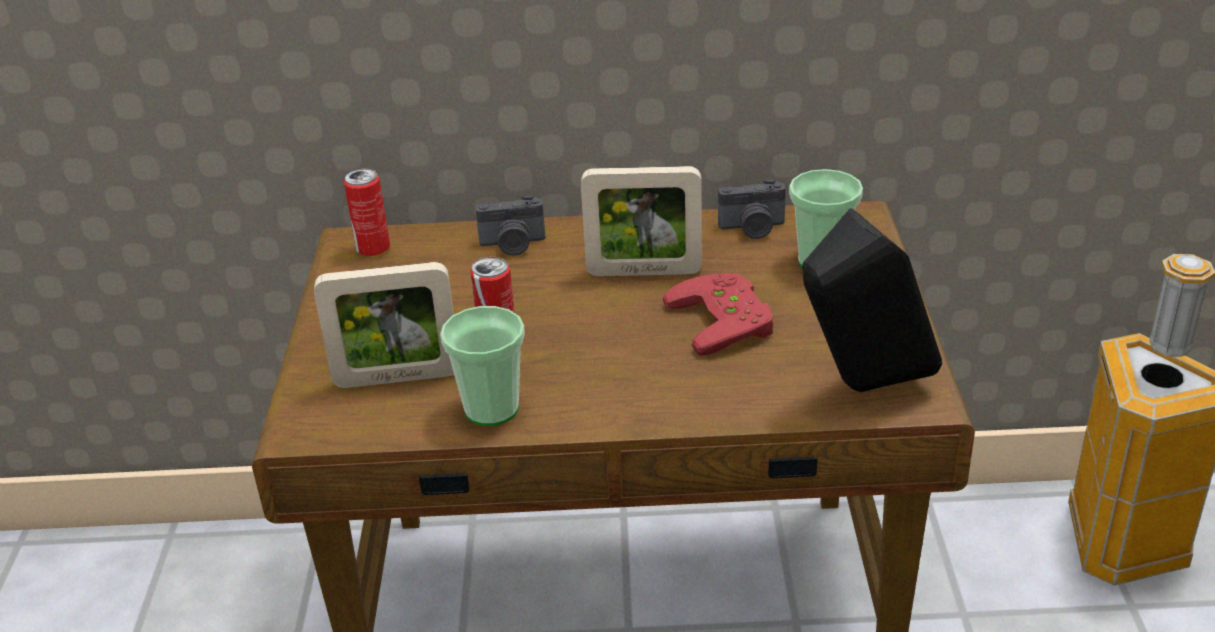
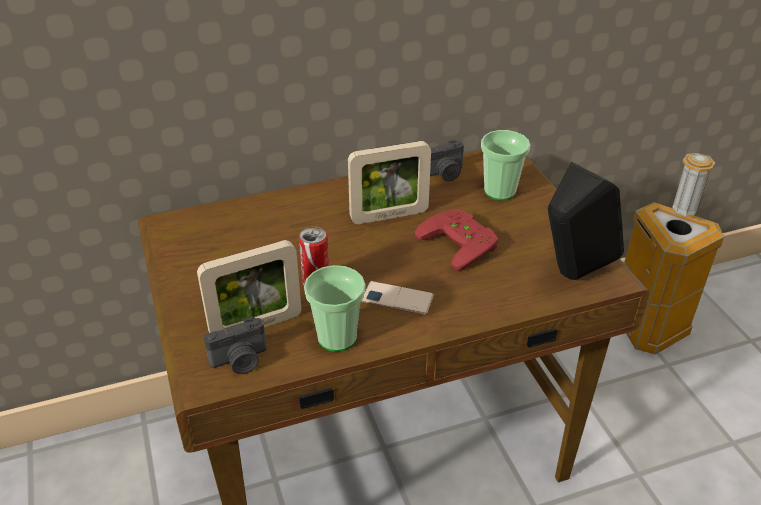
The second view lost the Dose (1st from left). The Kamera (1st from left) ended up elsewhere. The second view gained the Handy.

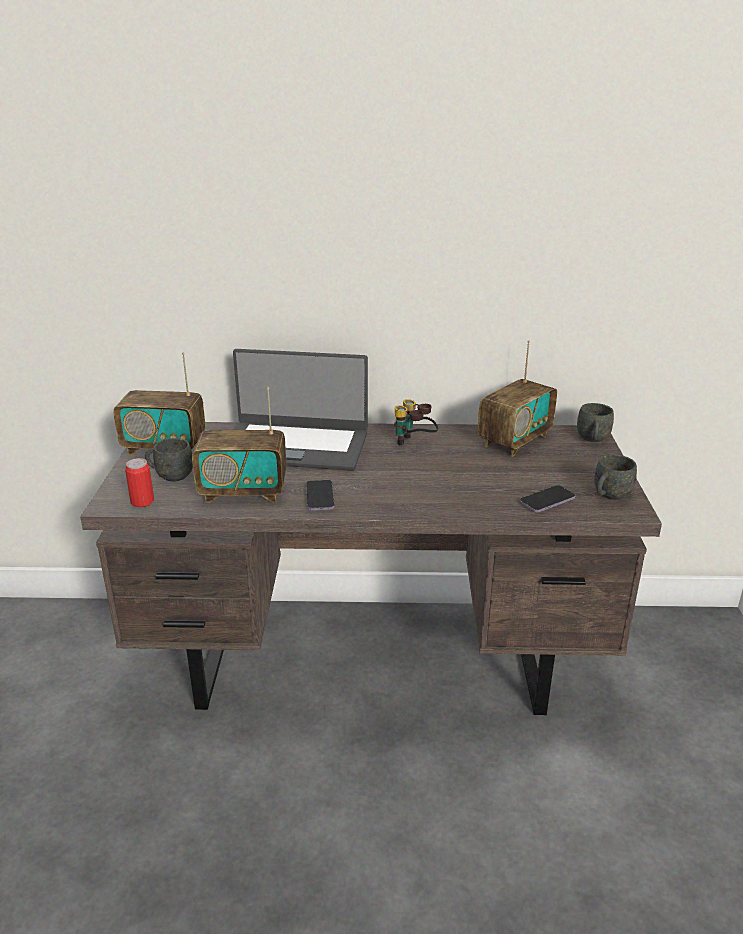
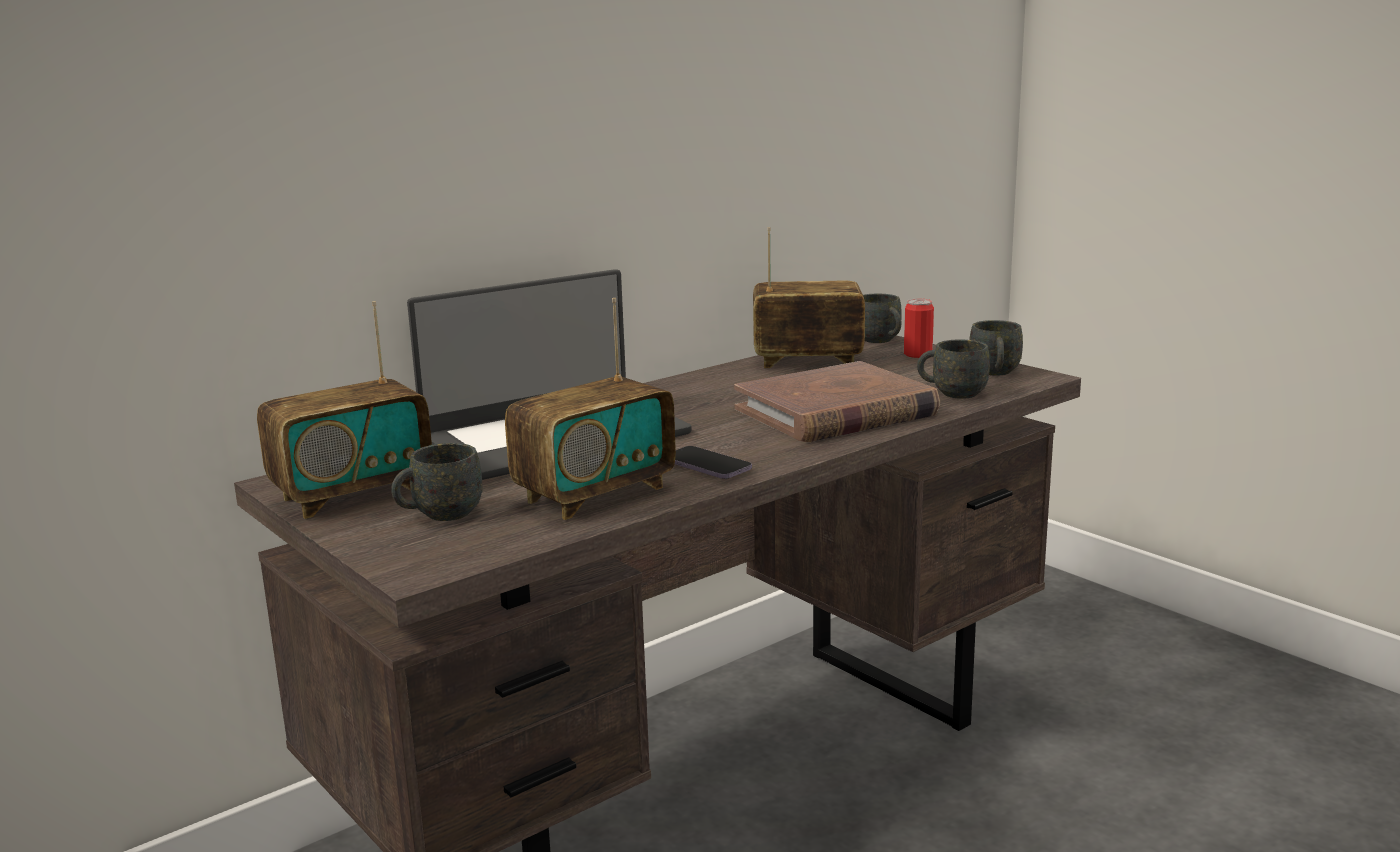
The Radio (3rd from left) ended up facing another way, 90 degrees counterclockwise from before. The second view lost the Fernglas. The Dose ended up elsewhere. Where the Handy (2nd from left) stood, the Henkelbecher/grau (3rd from left) came to stand. The second view gained the Buch/braun.

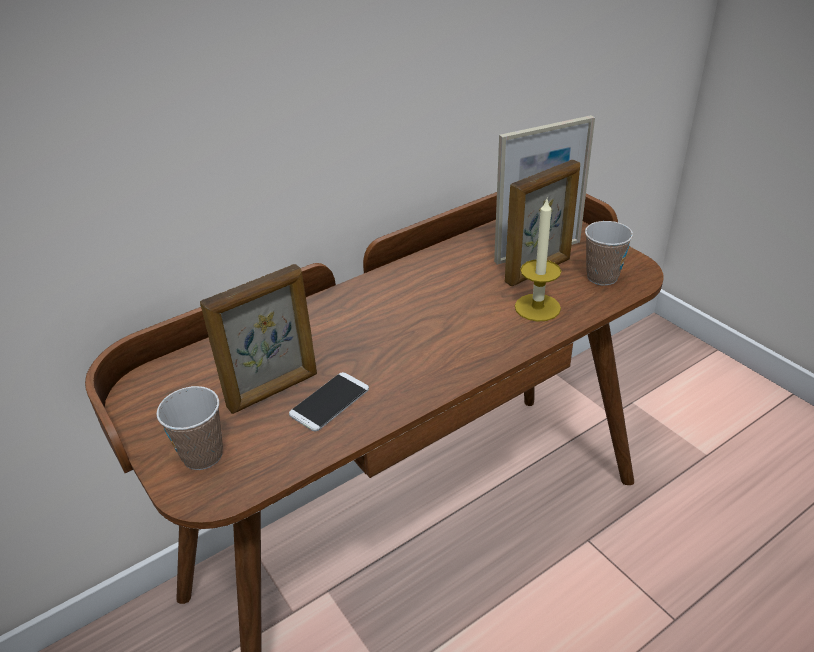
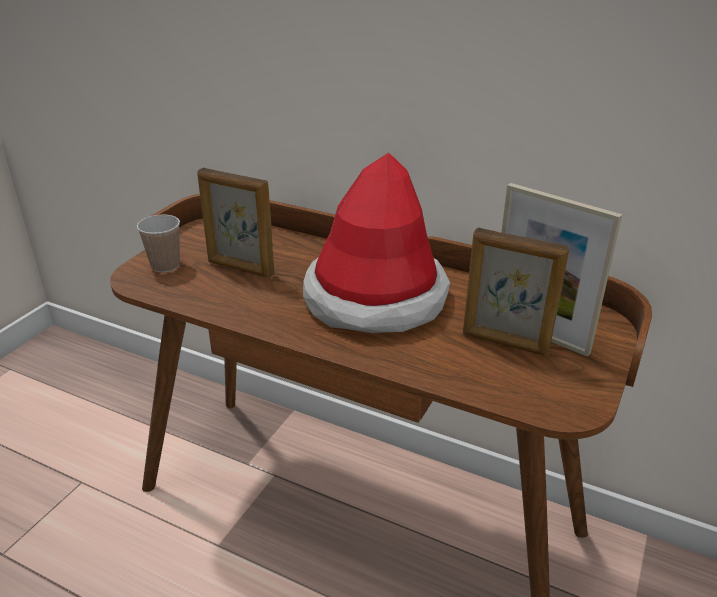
The second view lost the Kerze. The second view lost the Tasse (2nd from left). The second view lost the Handy. The second view gained the Hut.

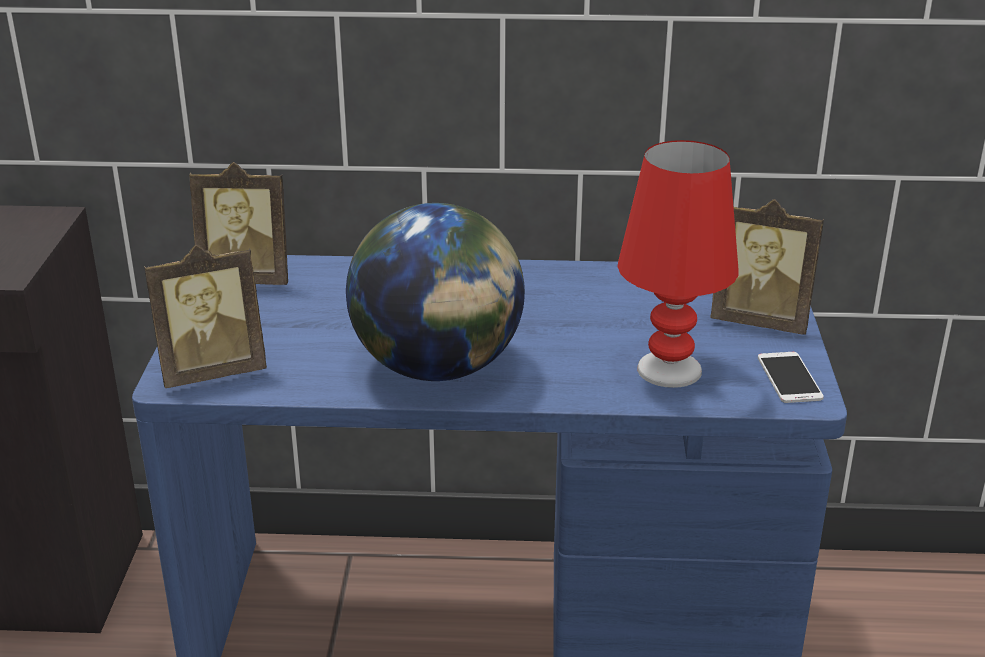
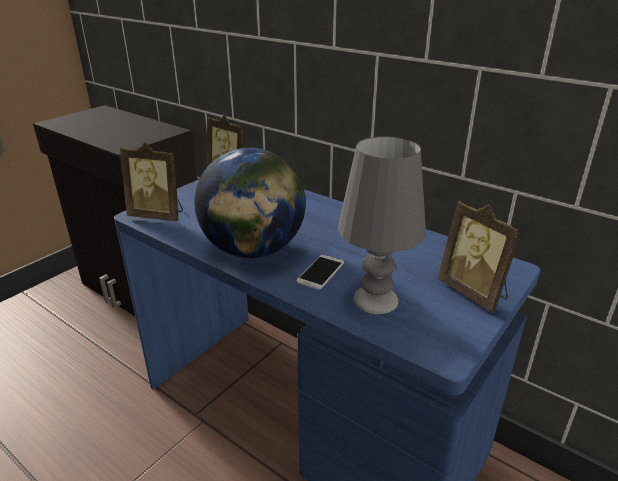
What was the Tischlampe/rot turned into the Tischlampe/grau. The Handy ended up elsewhere.

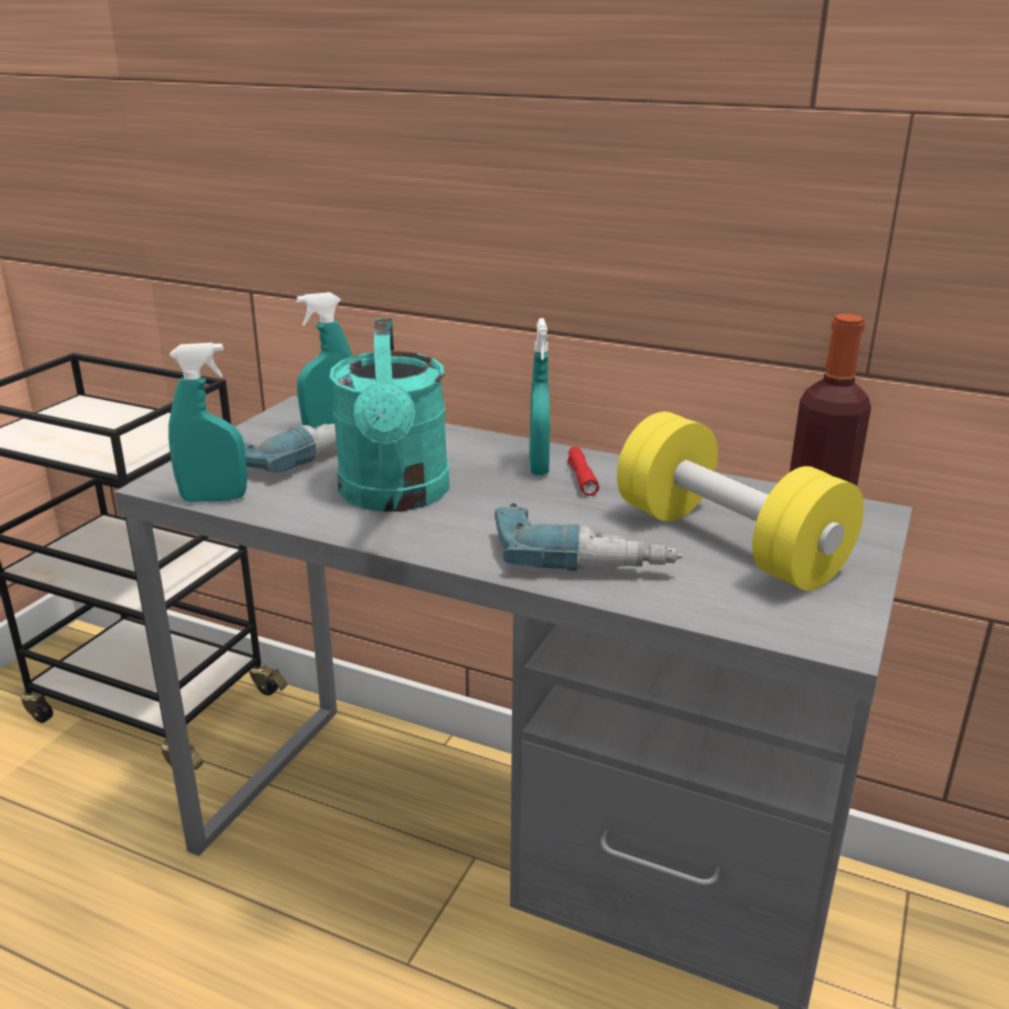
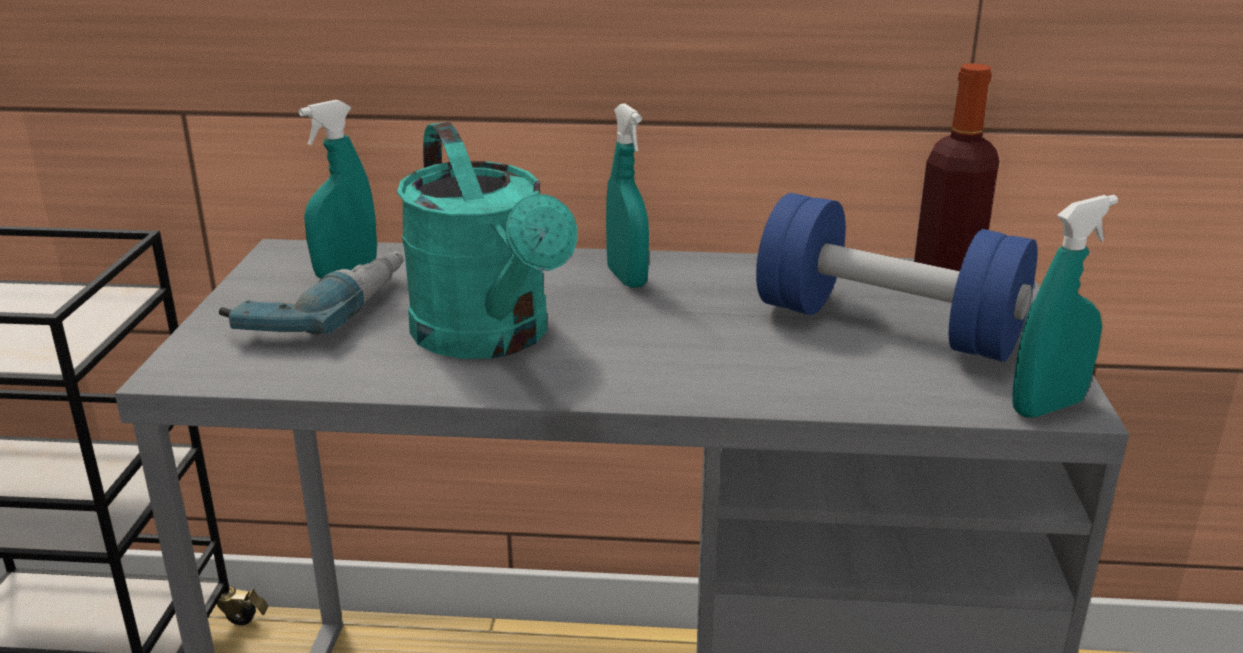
The Sprühflasche/türkis (1st from left in the first image) ended up elsewhere. What was the Hantel/gelb turned into the Hantel/blau. The second view lost the Taschenlampe/rot. The second view lost the Bohrmaschine (2nd from left).

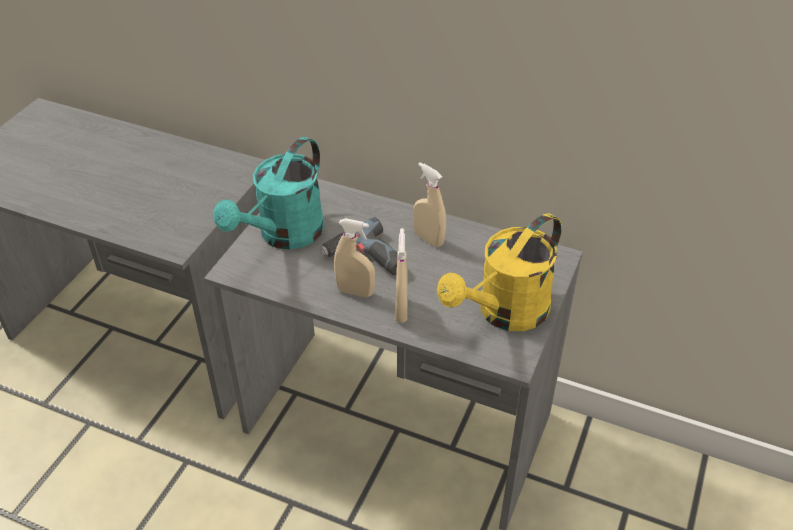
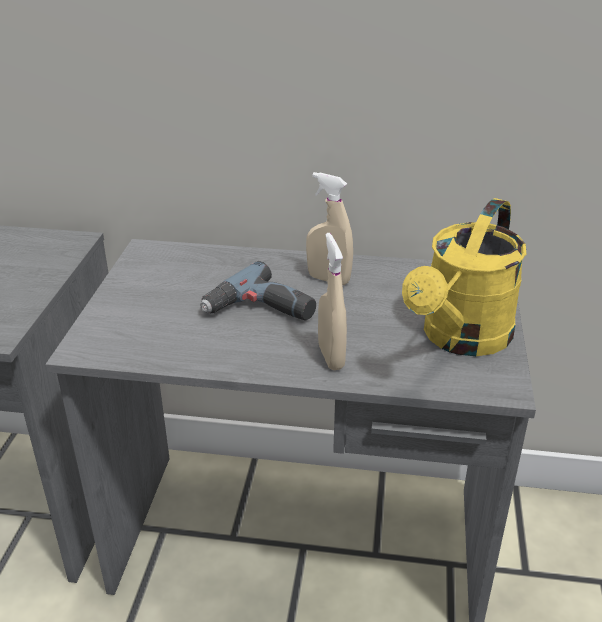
The second view lost the Gießkanne/türkis. The second view lost the Sprühflasche/beige (1st from left).

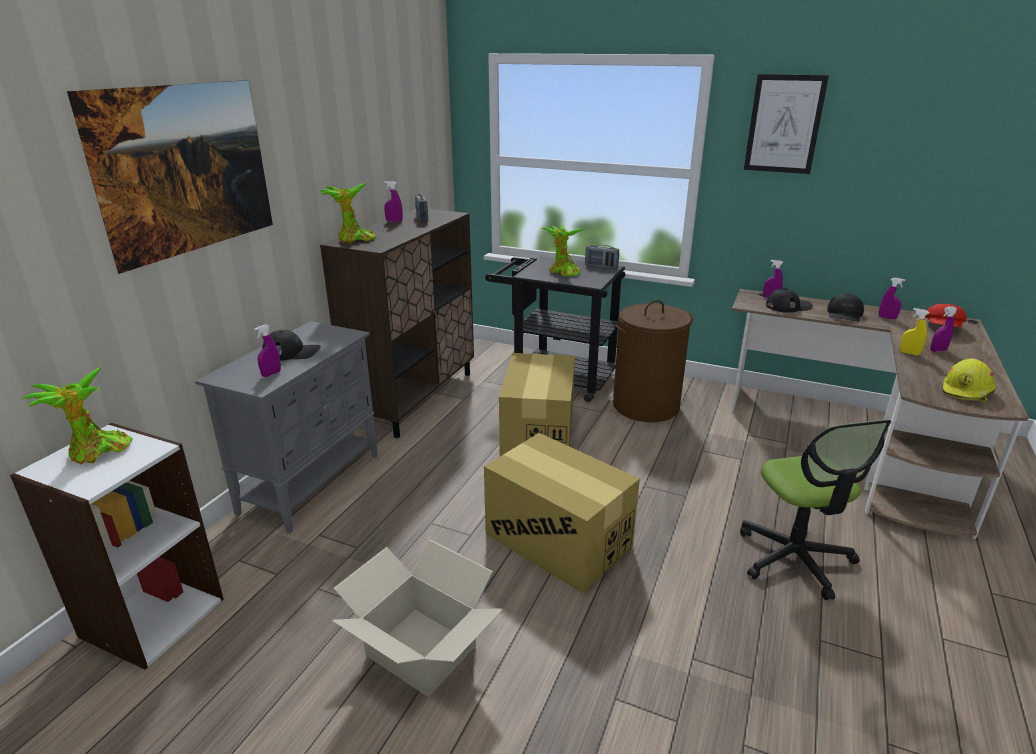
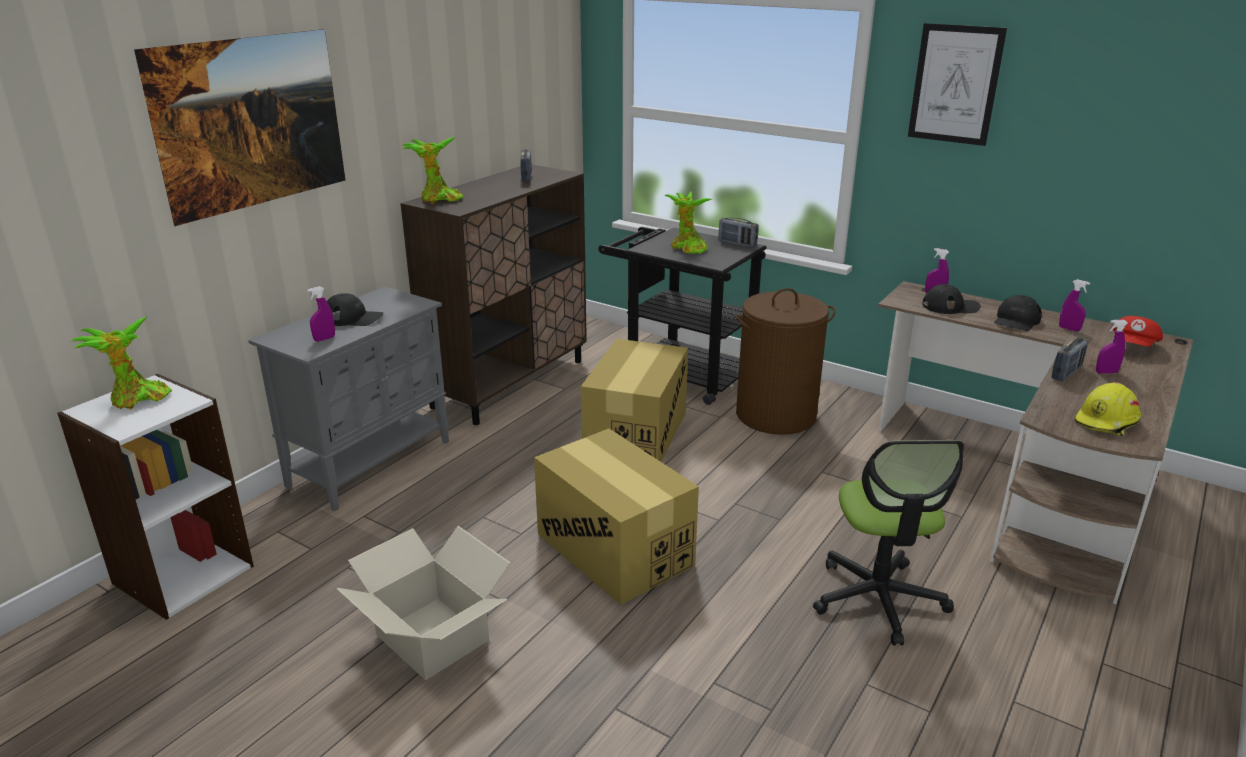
The second view lost the Sprühflasche/lila (2nd from left). Where the Sprühflasche/gelb stood, the Radio (3rd from left) came to stand.

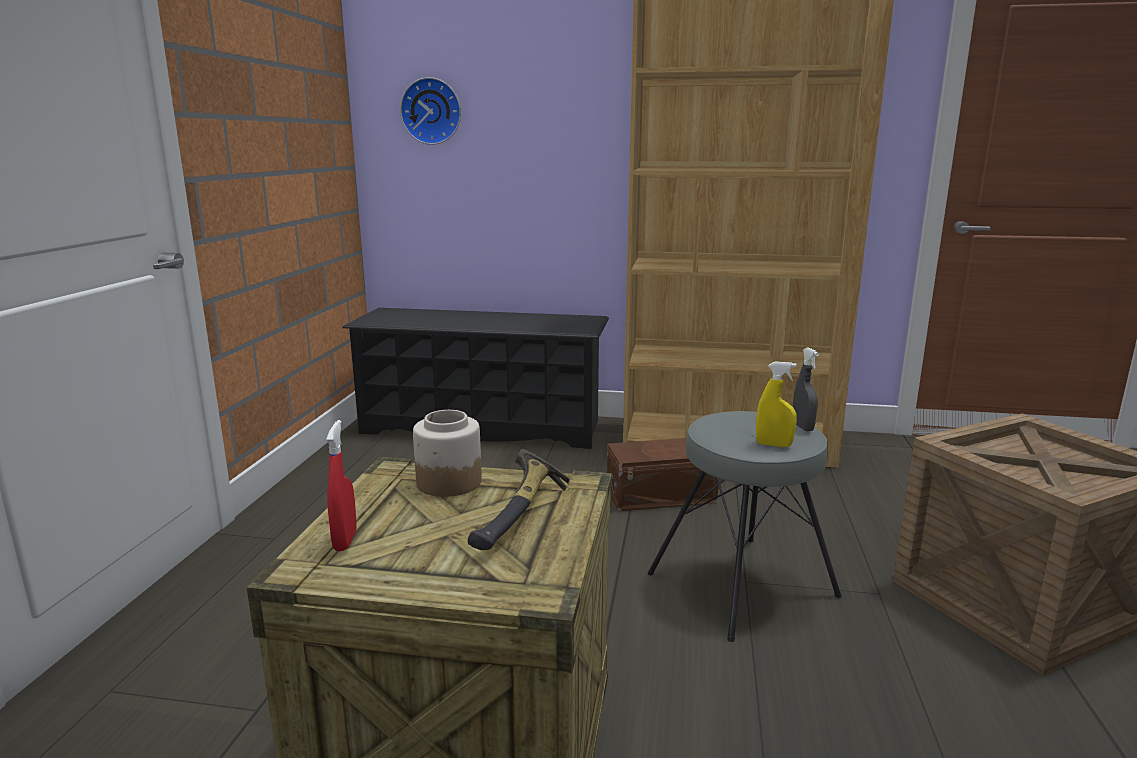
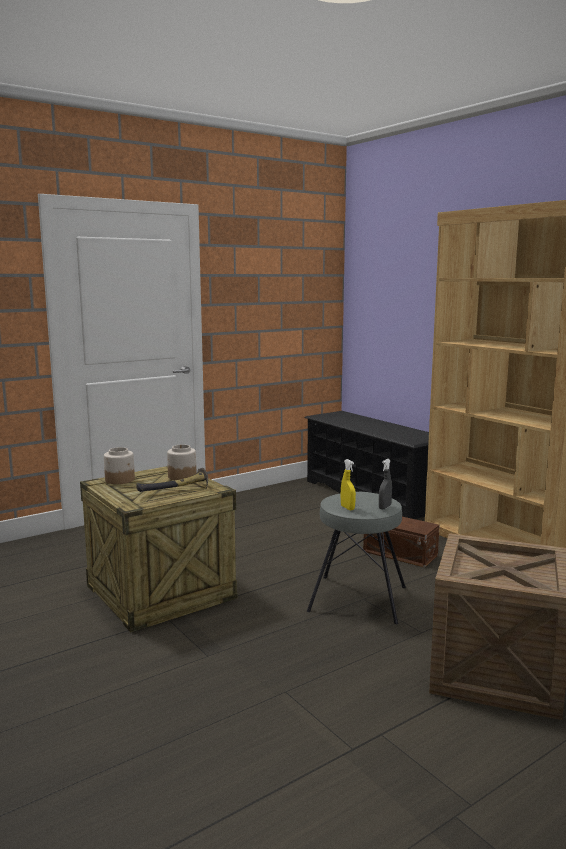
The second view lost the Wanduhr. Where the Sprühflasche/rot stood, the Vorratsglas (1st from left) came to stand.

